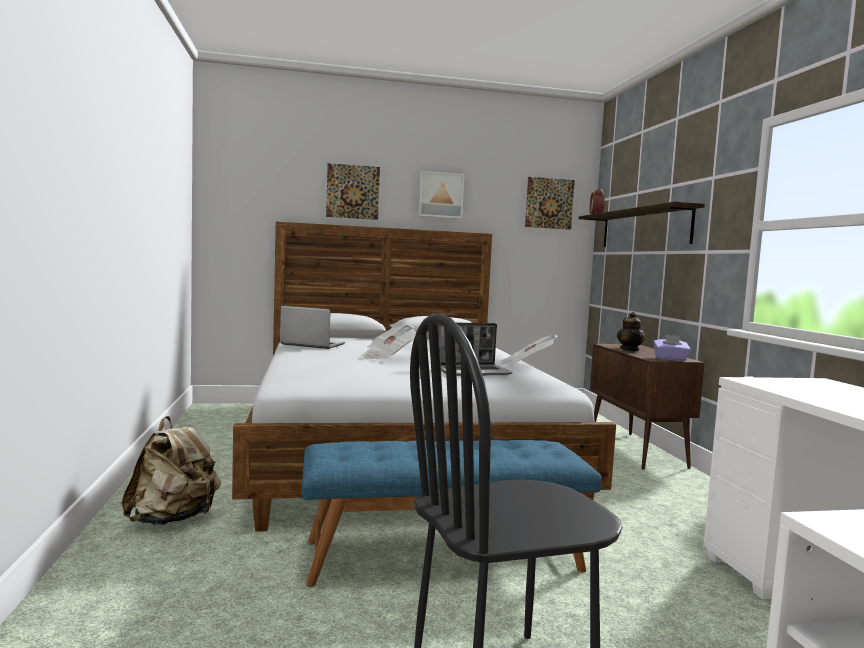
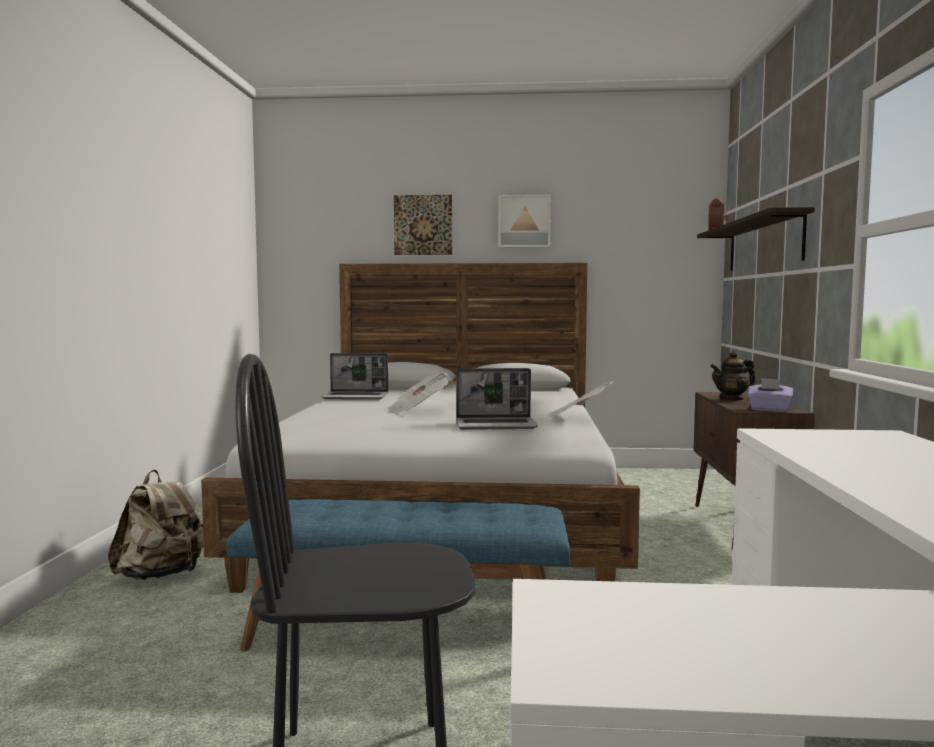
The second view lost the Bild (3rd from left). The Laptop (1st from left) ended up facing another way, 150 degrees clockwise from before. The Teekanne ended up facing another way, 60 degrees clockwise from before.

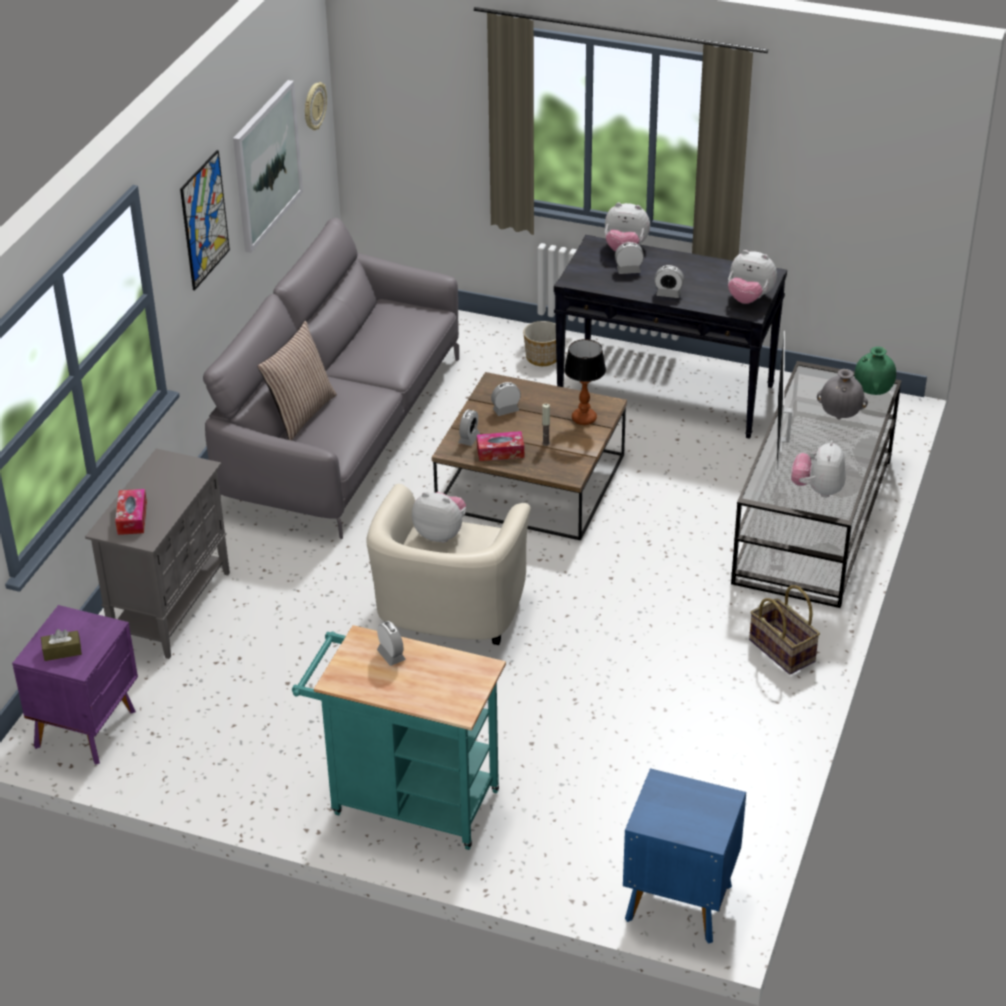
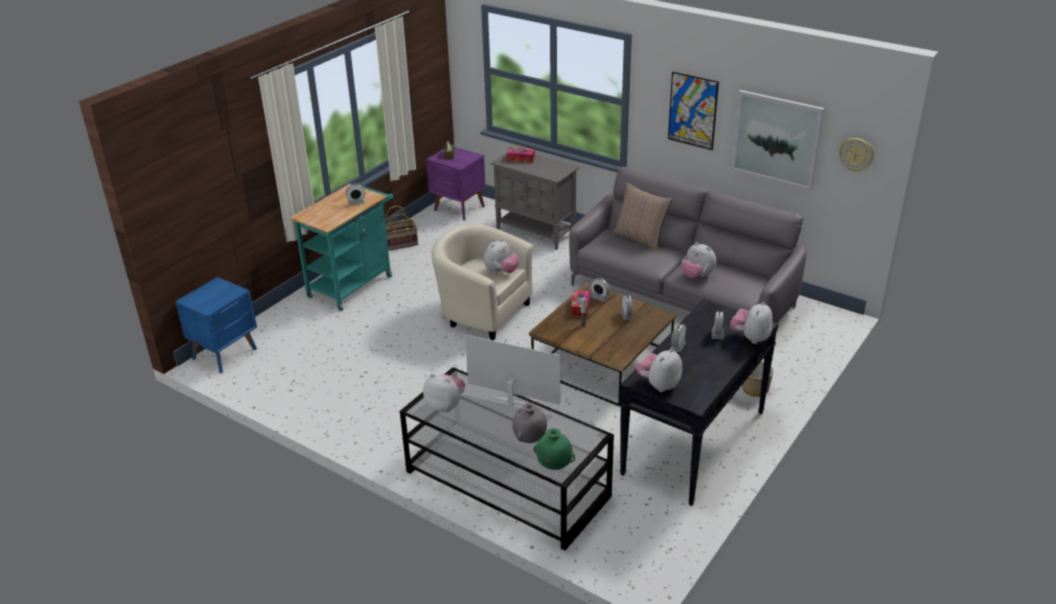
The second view lost the Tischlampe. The Korb ended up elsewhere. The second view gained the Plüschtier (4th from left).

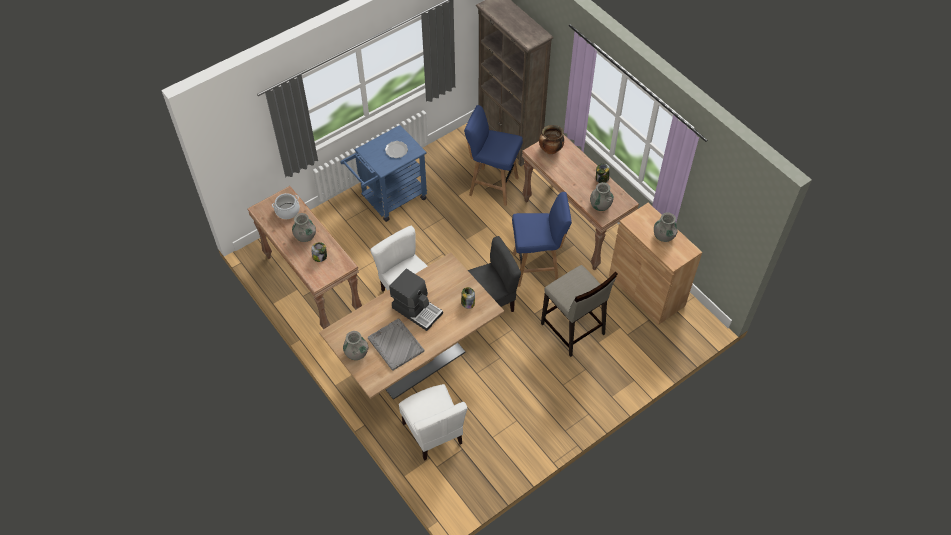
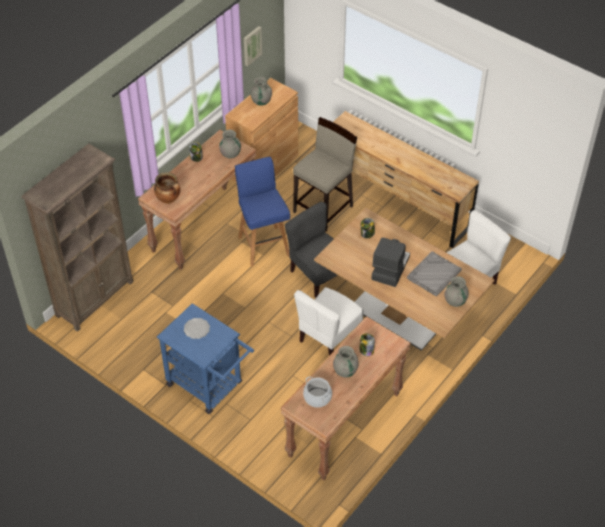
The second view lost the Hocker/blau (1st from left). The second view gained the Bild. The second view gained the Kommode/braun.

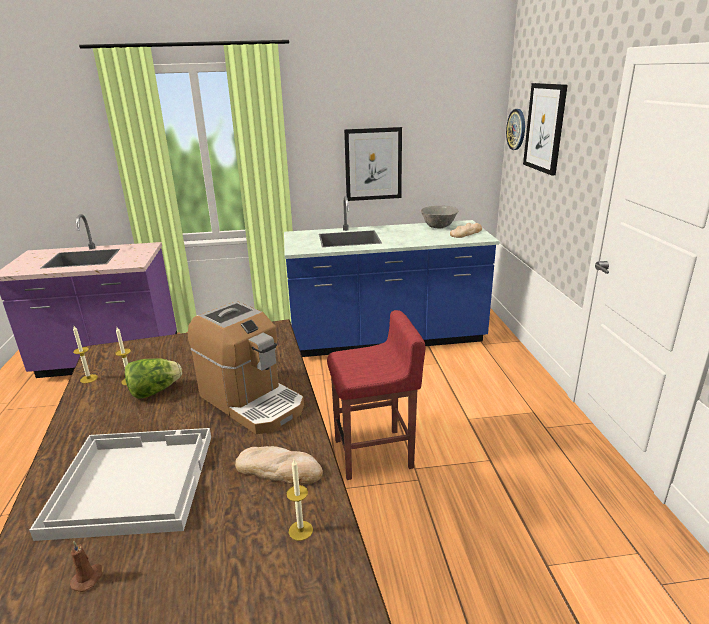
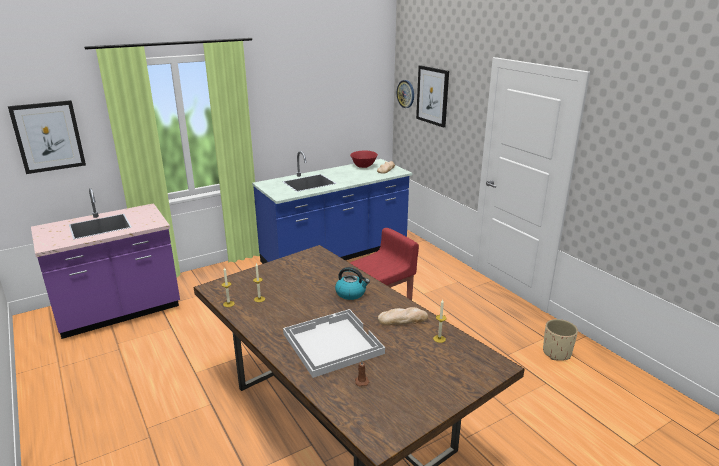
The Bild (1st from left) ended up elsewhere. What was the Schüssel/grau turned into the Schüssel/rot. Where the Kaffeemaschine stood, the Wasserkessel came to stand. The second view lost the Salatkopf. The second view gained the Pflanzkübel/beige.

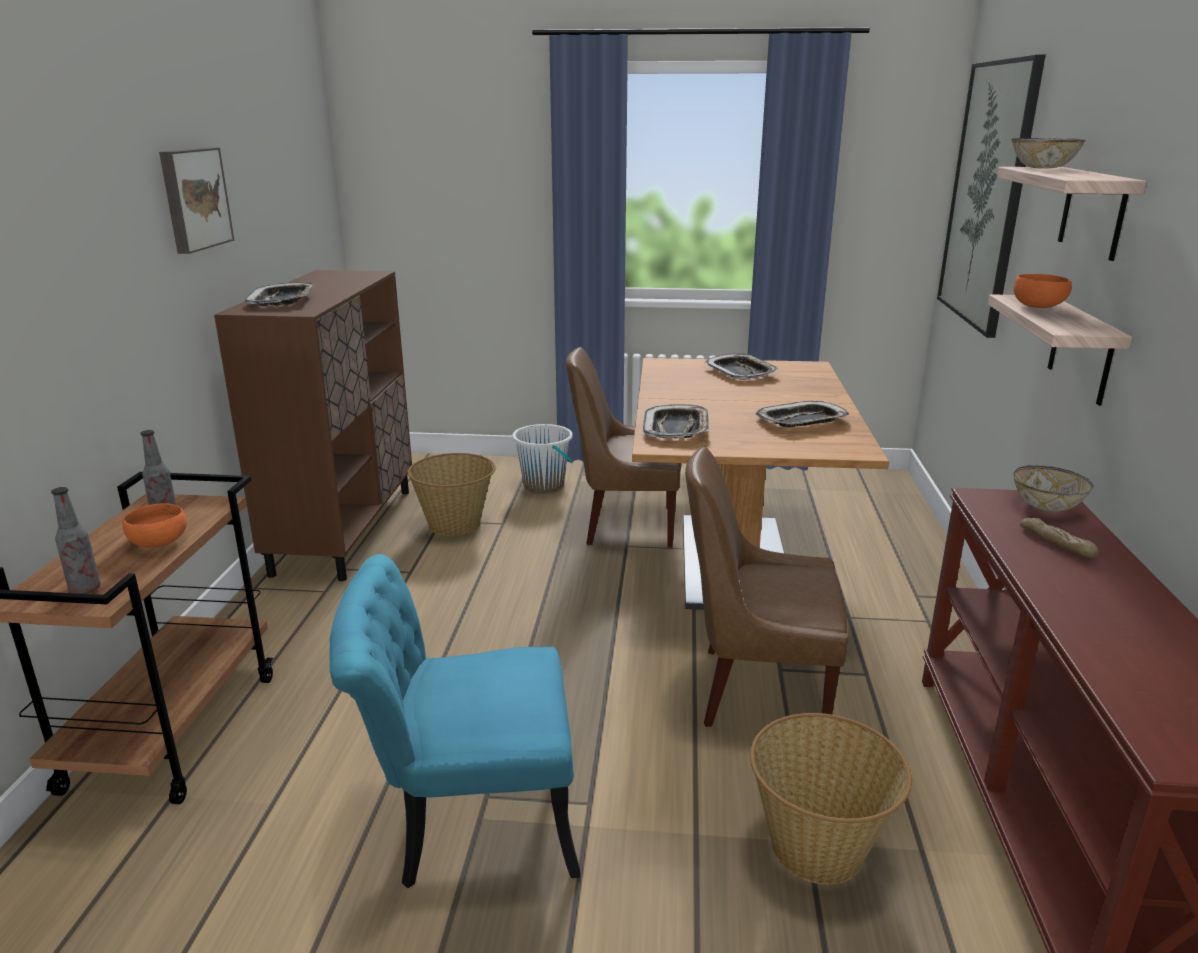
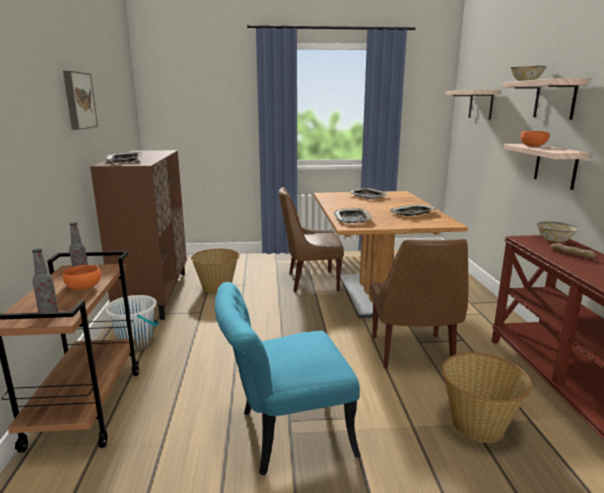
Where the Bild (2nd from left) hung, the Wandregal (1st from left) came to hang. The Eimer/weiß ended up elsewhere. The Stuhl/braun (2nd from left) ended up facing another way, 90 degrees counterclockwise from before.

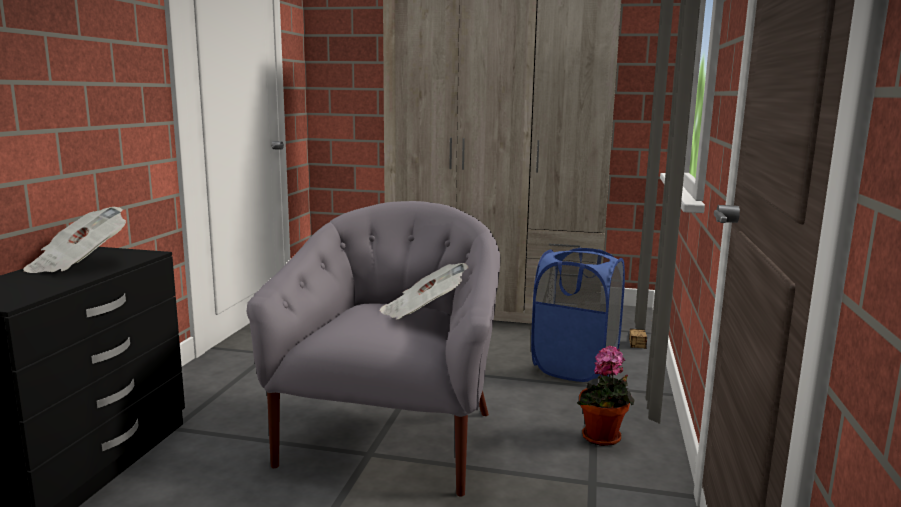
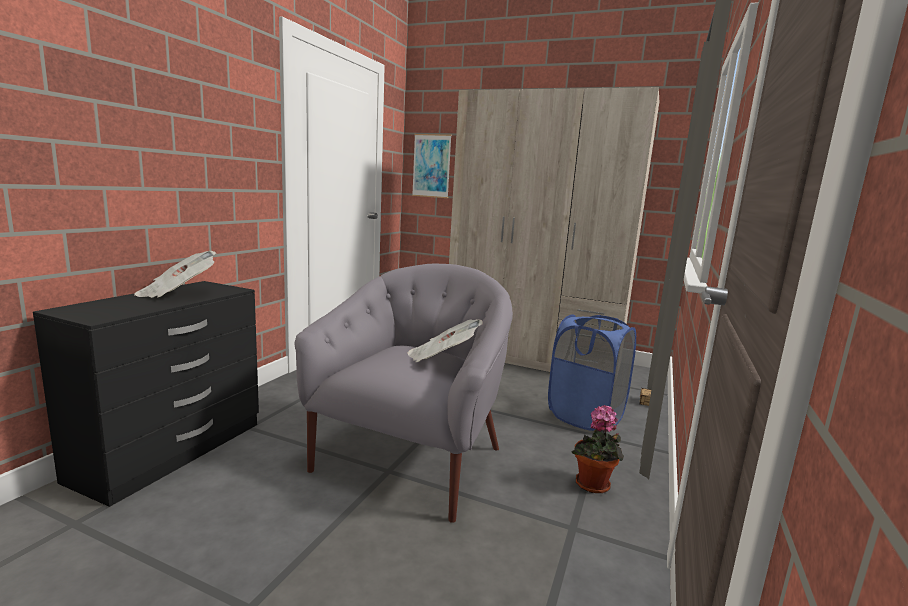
The second view gained the Bild.

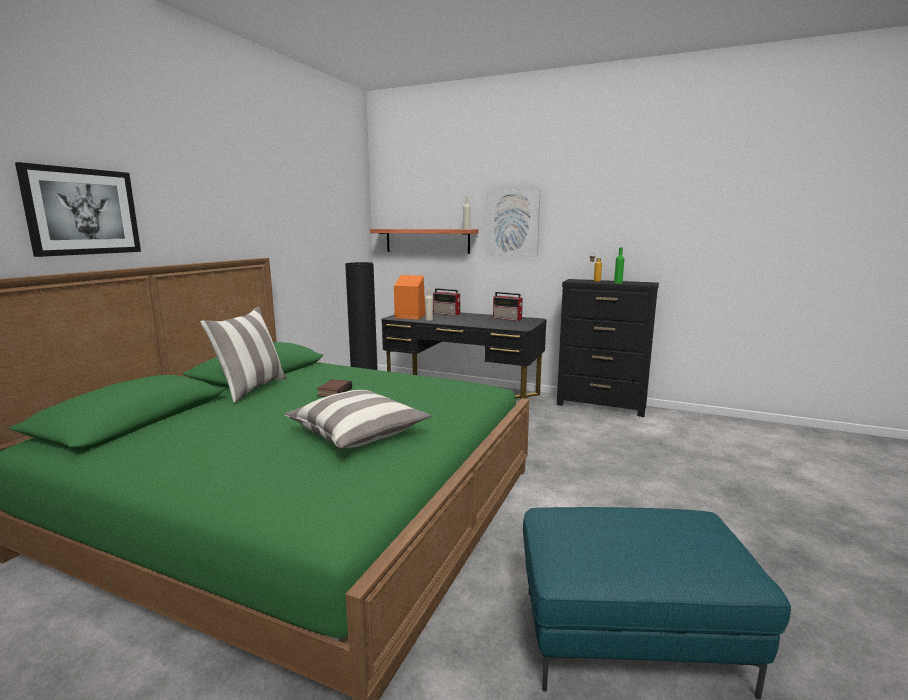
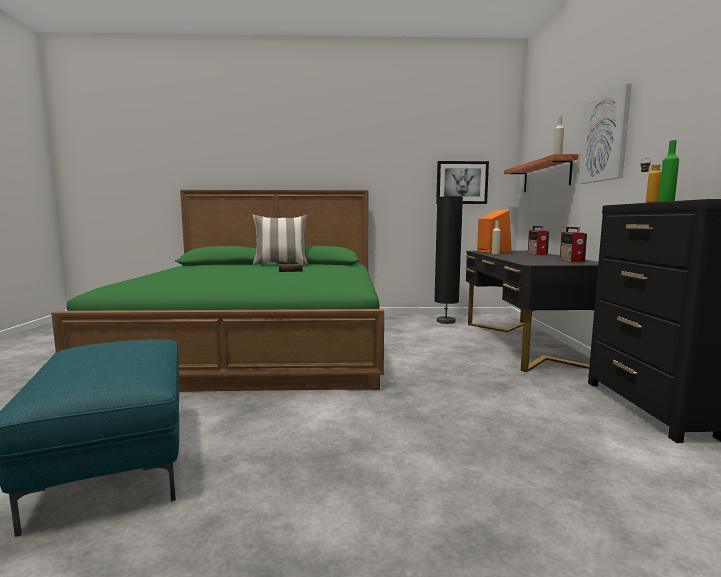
The Bild (1st from left) ended up elsewhere. The second view lost the Kissen (2nd from left).

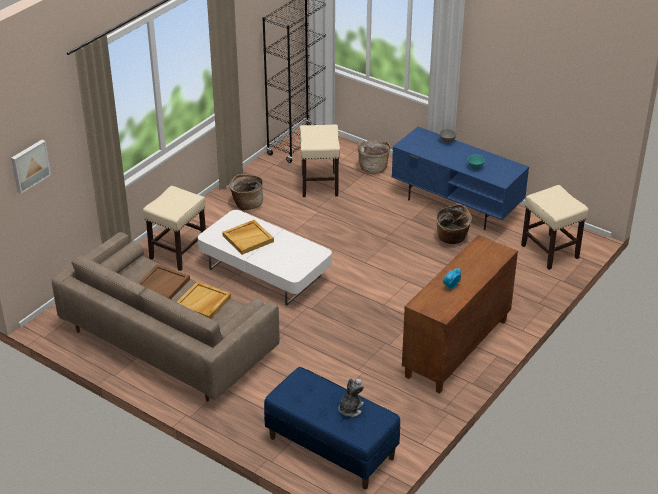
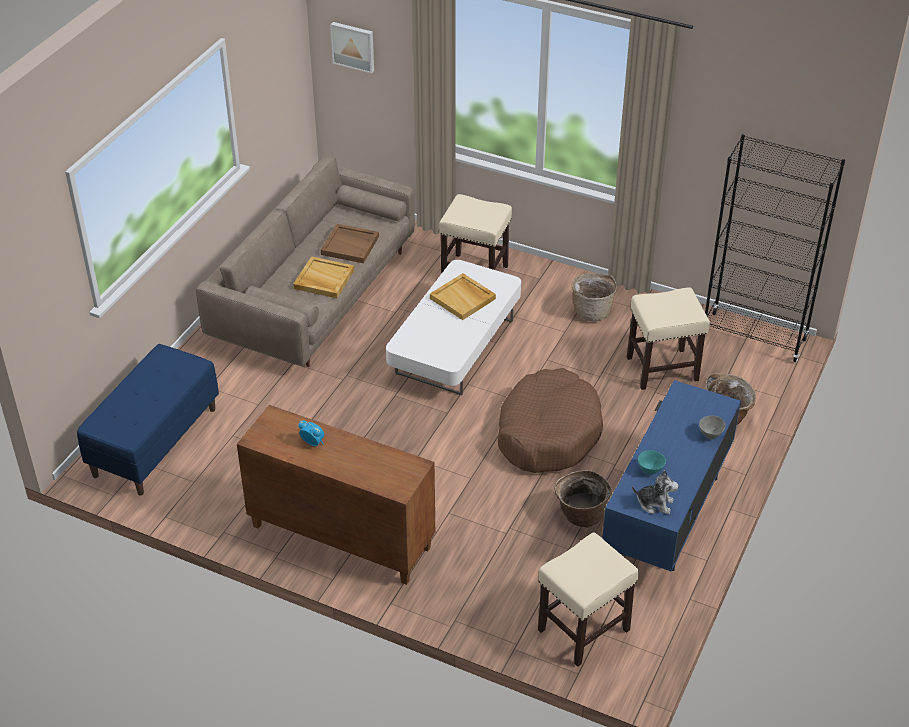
The Plüschtier ended up elsewhere. The second view gained the Hundebett/braun.

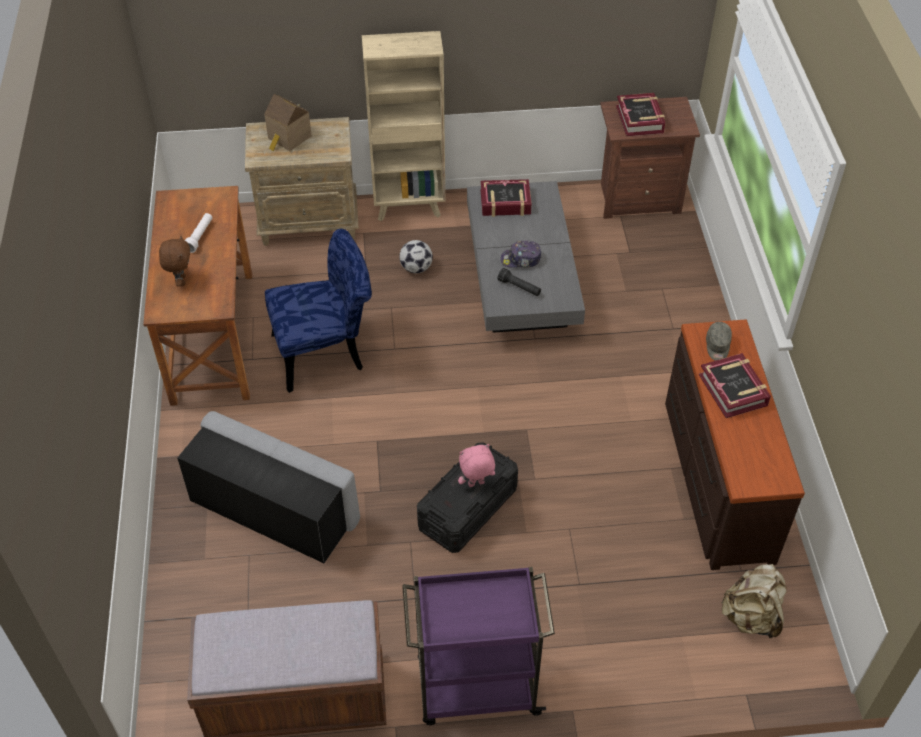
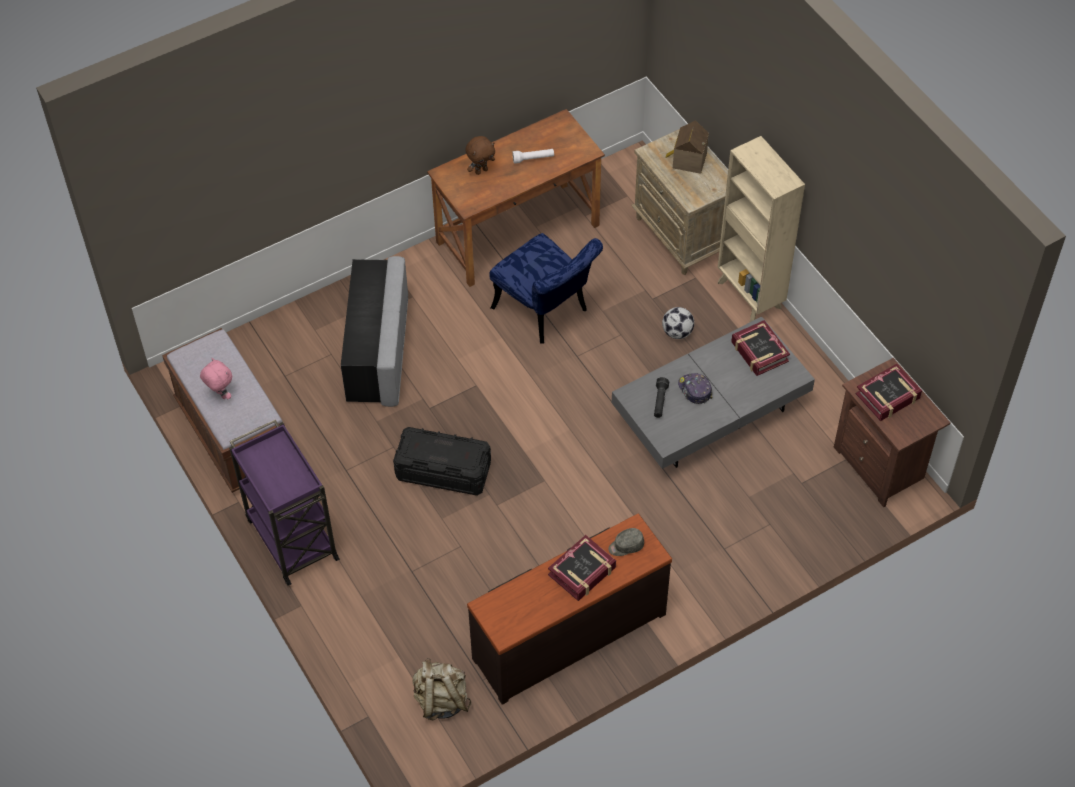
The Plüschtier/rosa ended up elsewhere.

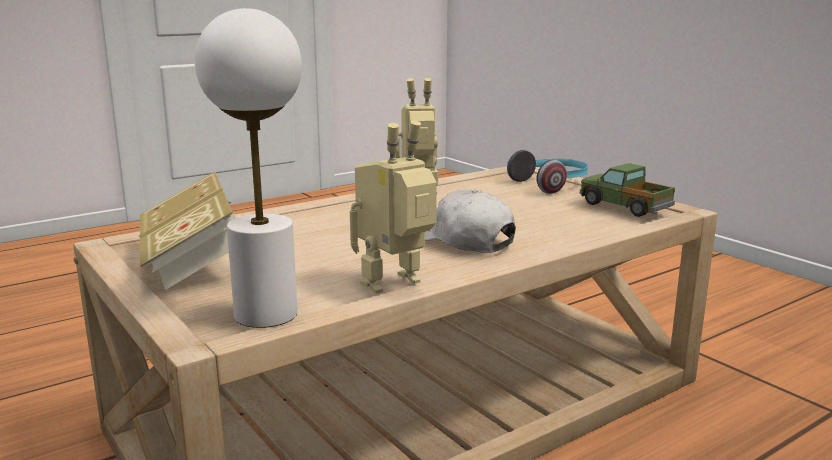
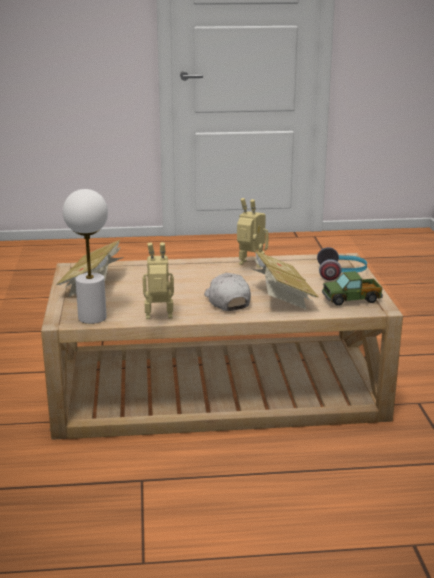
The Spielzeuglaster ended up facing another way, 90 degrees counterclockwise from before. The second view gained the Buch (2nd from left).

